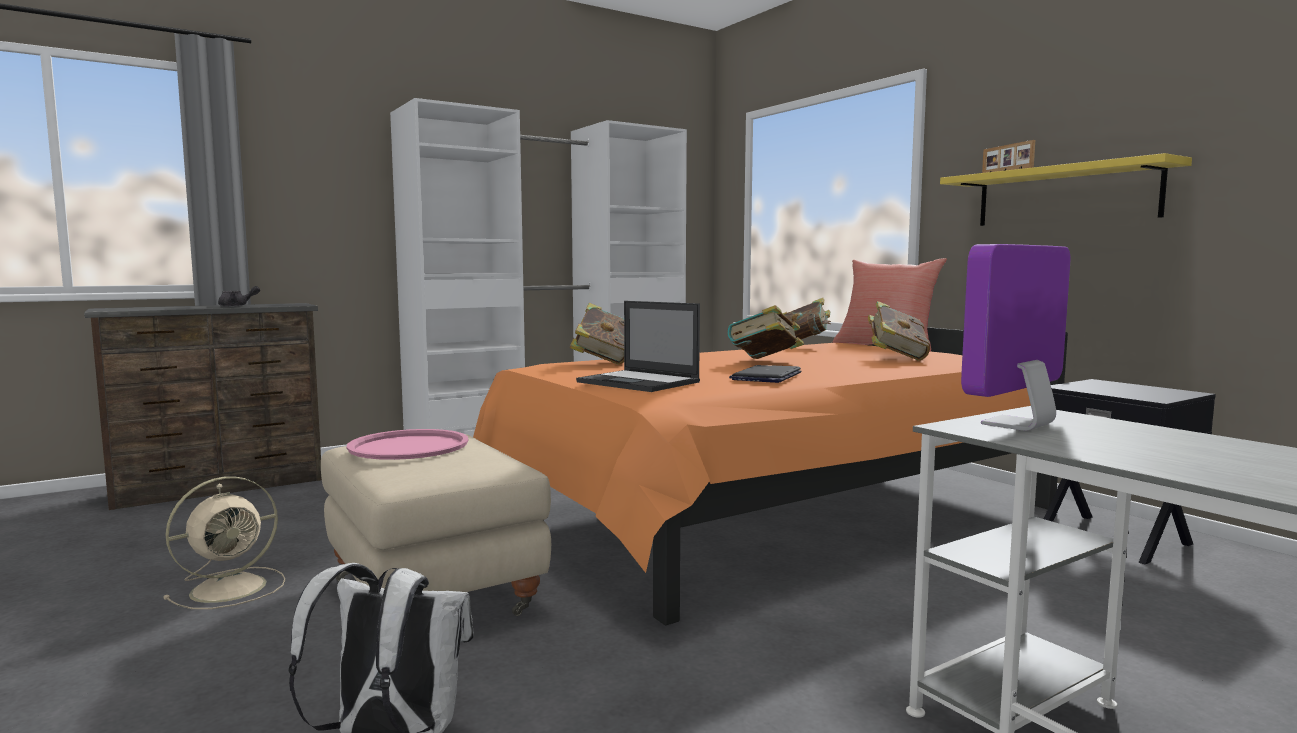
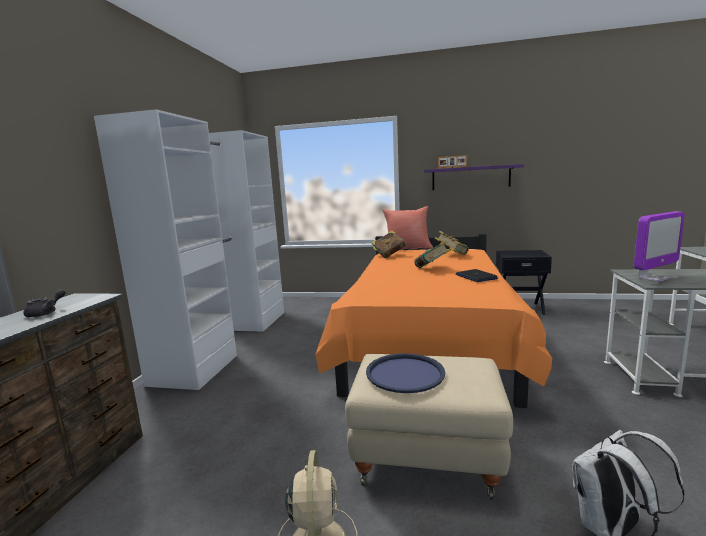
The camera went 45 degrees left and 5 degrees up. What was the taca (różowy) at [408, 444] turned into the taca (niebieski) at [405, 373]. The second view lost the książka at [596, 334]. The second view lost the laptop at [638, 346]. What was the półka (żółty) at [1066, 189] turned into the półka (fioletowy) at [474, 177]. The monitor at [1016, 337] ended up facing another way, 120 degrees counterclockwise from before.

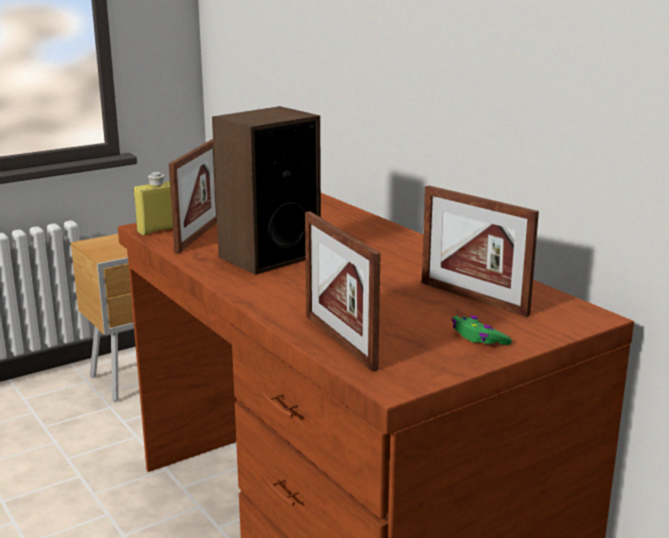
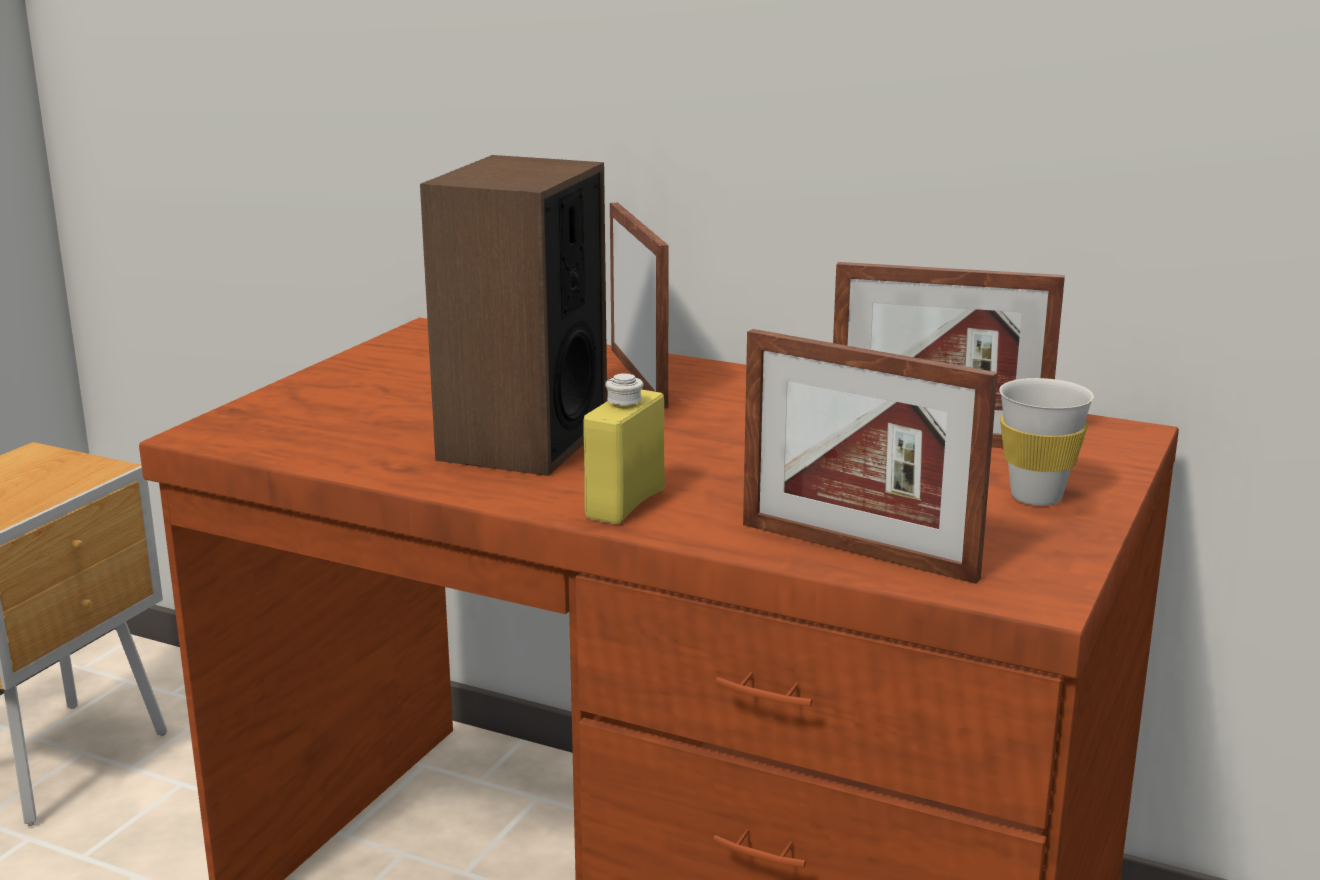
The camera went 30 degrees left and 0 degrees up. The butelka (żółty) ended up elsewhere, having gone from [153, 203] to [624, 448]. The ramka na zdjęcie ended up elsewhere, having gone from [193, 196] to [639, 305]. Where the pad do gier (zielony) stood at [482, 330], the filiżanka (biały) came to stand at [1046, 442].

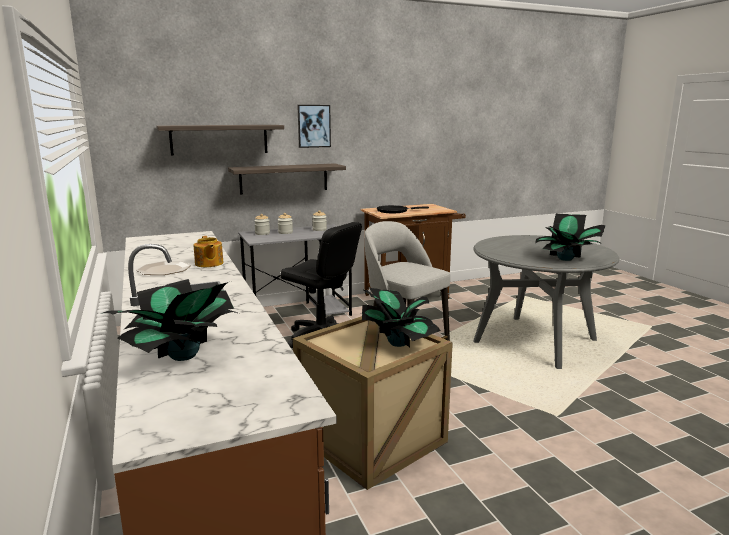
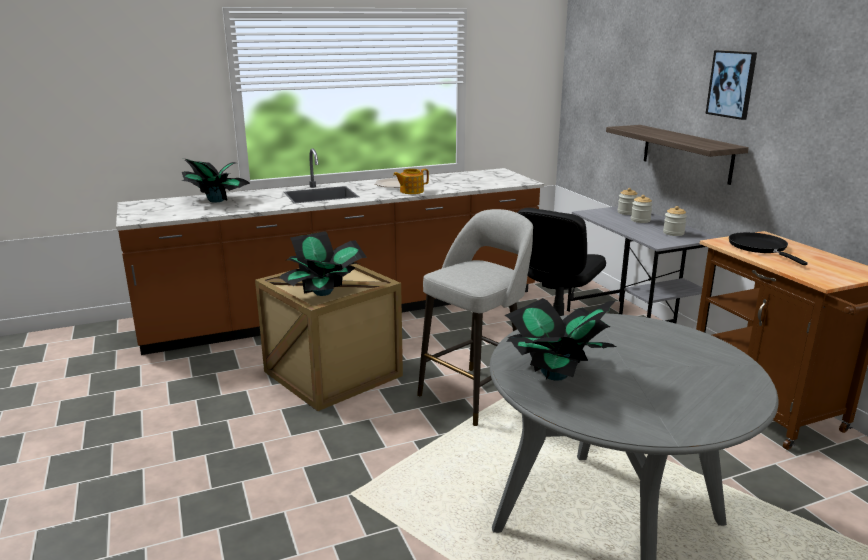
The camera went 90 degrees right and 5 degrees up. The second view lost the półka at [220, 140].

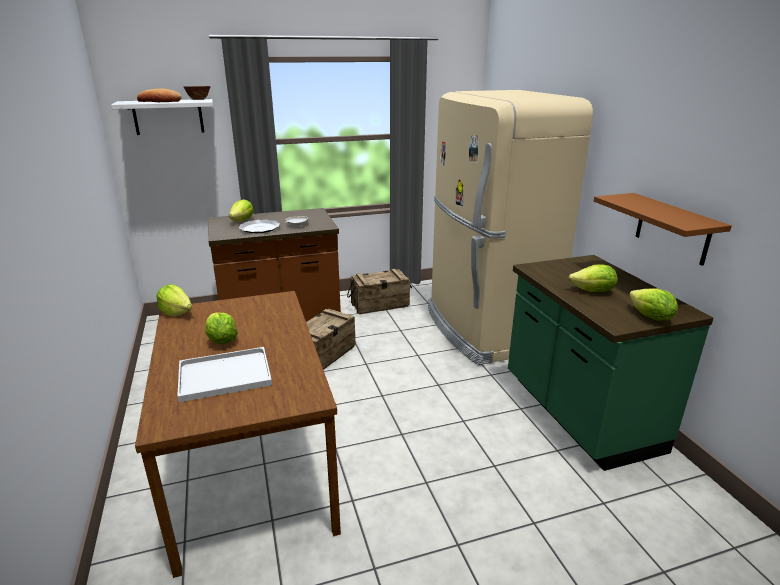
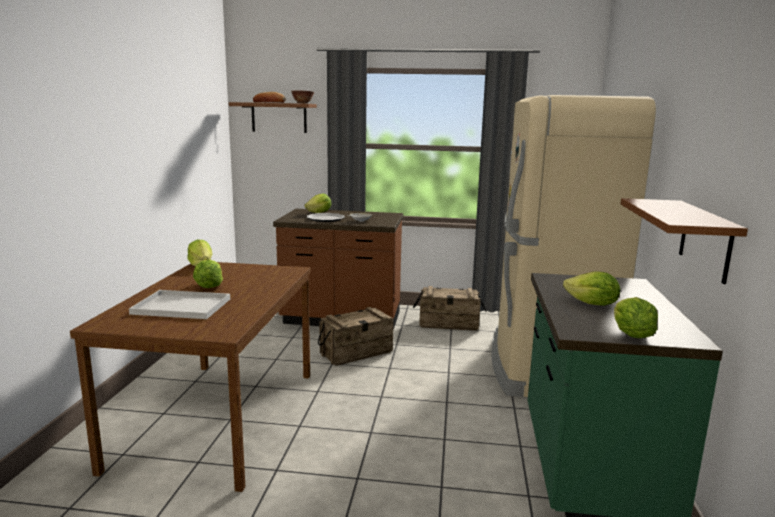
The camera went 25 degrees right and 10 degrees down. What was the półka (biały) at [162, 117] turned into the półka (brązowy) at [273, 117].

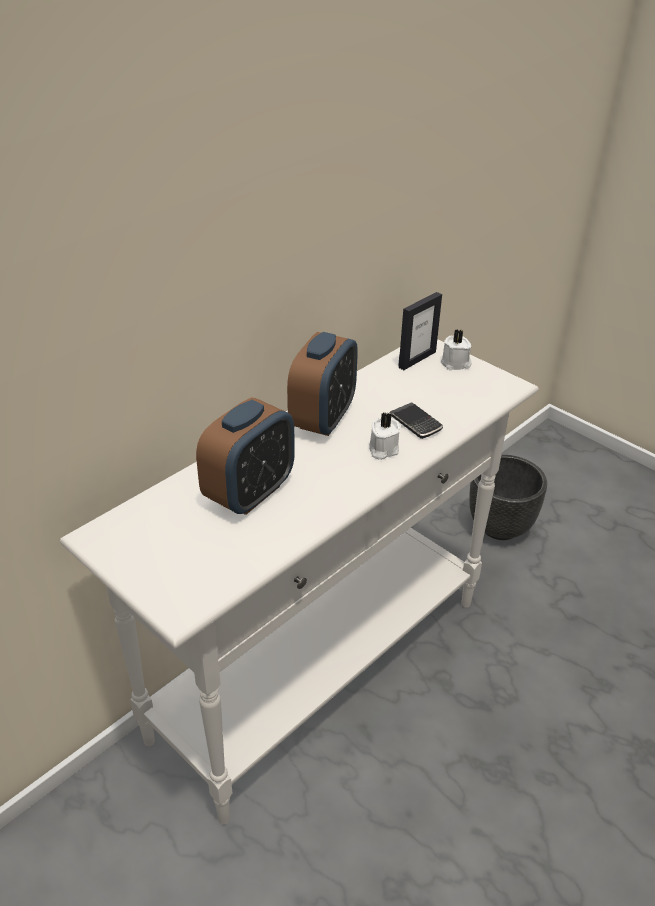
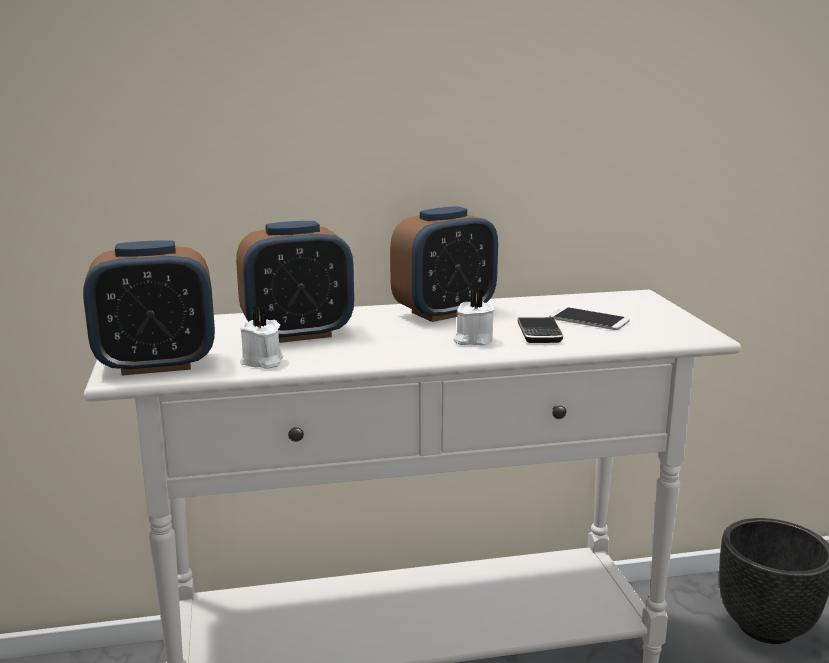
The camera went 35 degrees right and 20 degrees down. The second view lost the ramka na zdjęcie at [420, 331]. The świeca (biały) ended up elsewhere, having gone from [456, 350] to [261, 337]. The second view gained the budzik at [149, 308]. The second view gained the telefon at [589, 318].

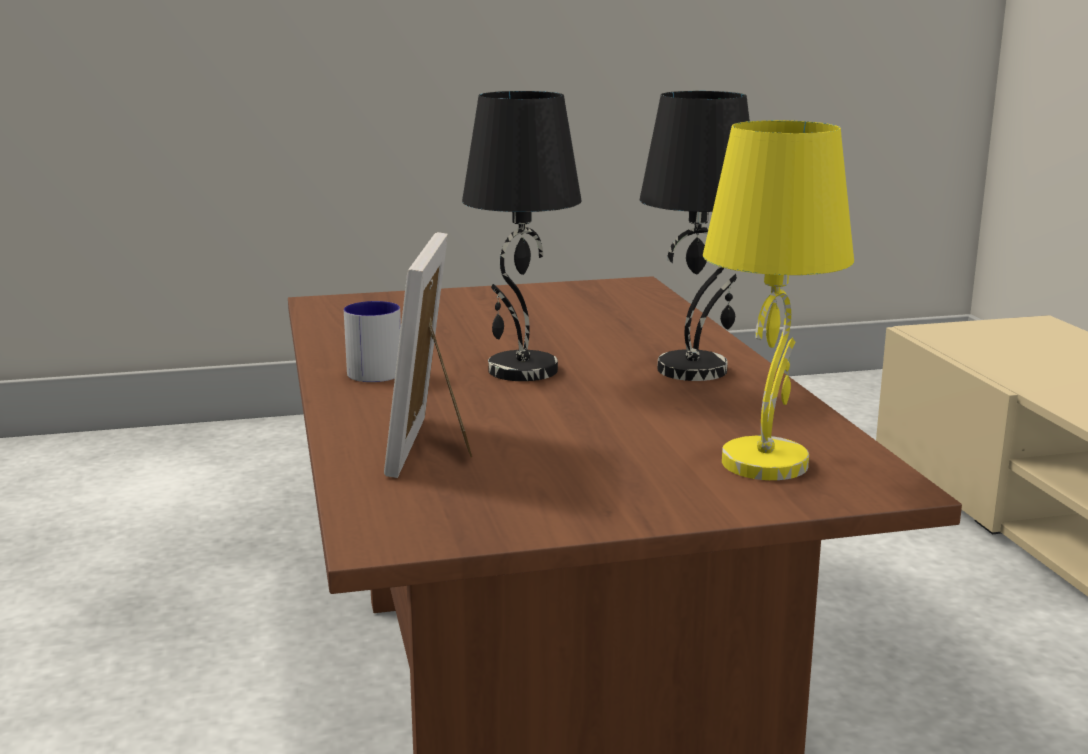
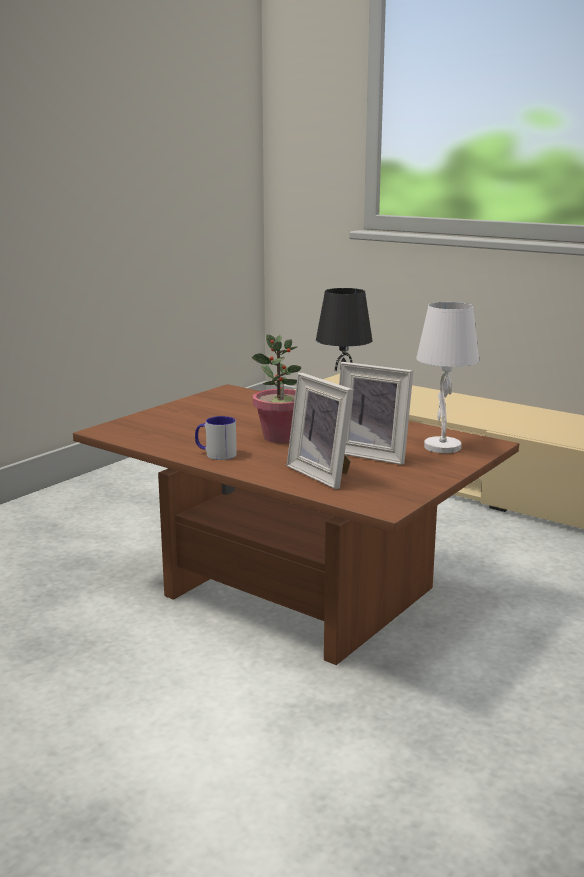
The camera went 40 degrees left and 0 degrees up. Where the lampa stołowa (czarny) stood at [521, 236], the roślina doniczkowa came to stand at [276, 388]. What was the lampa stołowa (żółty) at [778, 300] turned into the lampa stołowa (biały) at [447, 377]. The second view gained the ramka na zdjęcie at [376, 413].

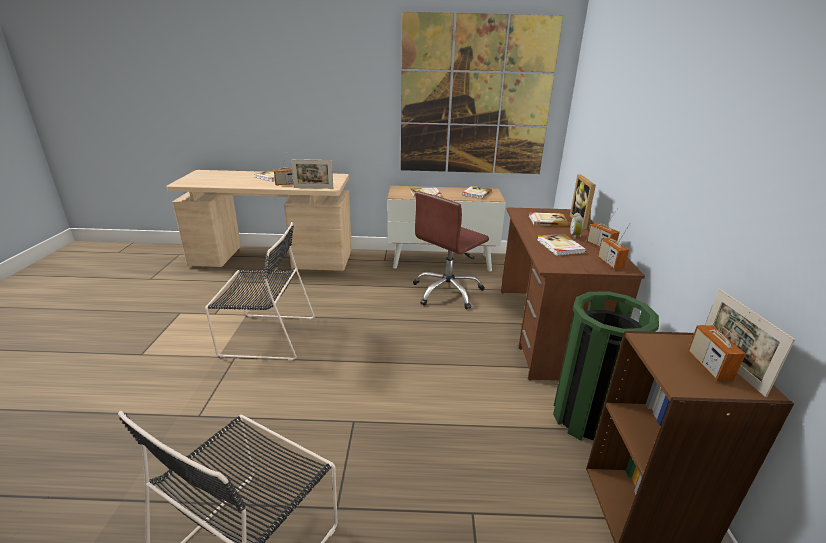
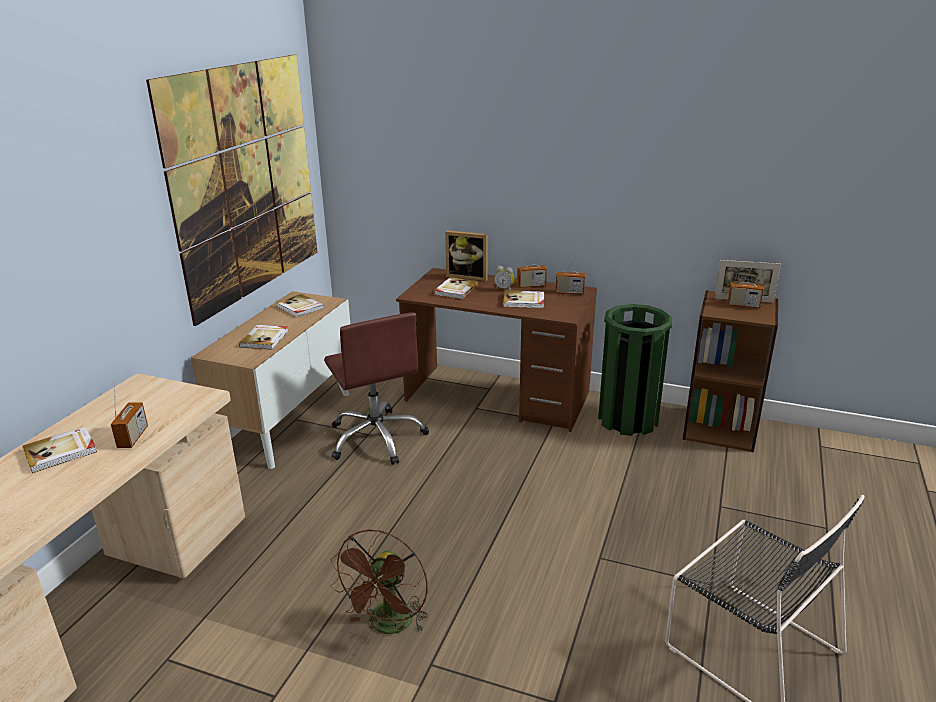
The camera went 70 degrees left and 0 degrees up. Where the krzesło (czarny) stood at [260, 291], the wentylator (brązowy) came to stand at [379, 582]. The second view lost the ramka na zdjęcie at [312, 174].

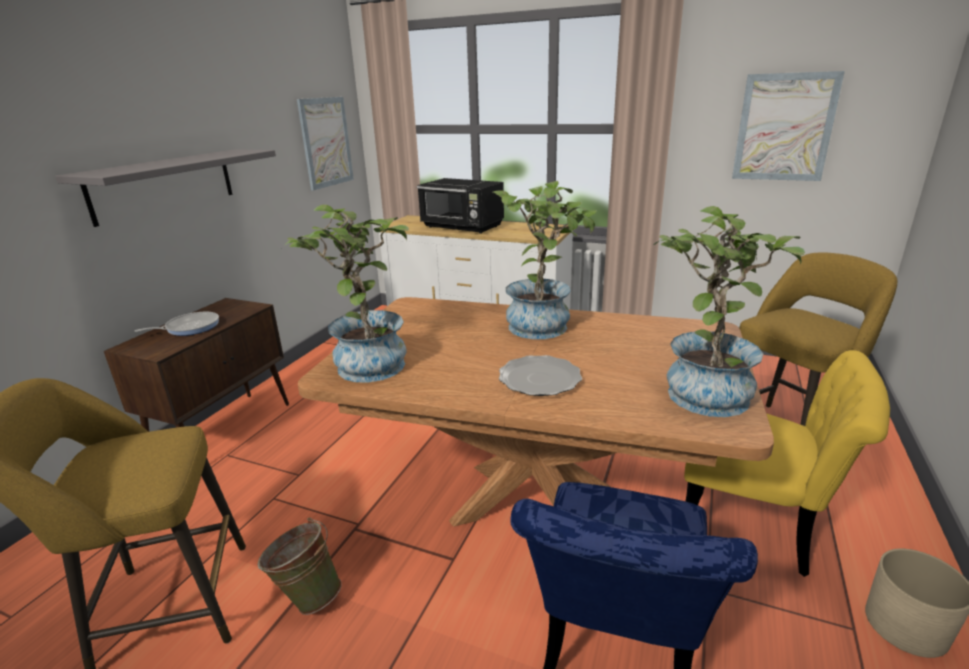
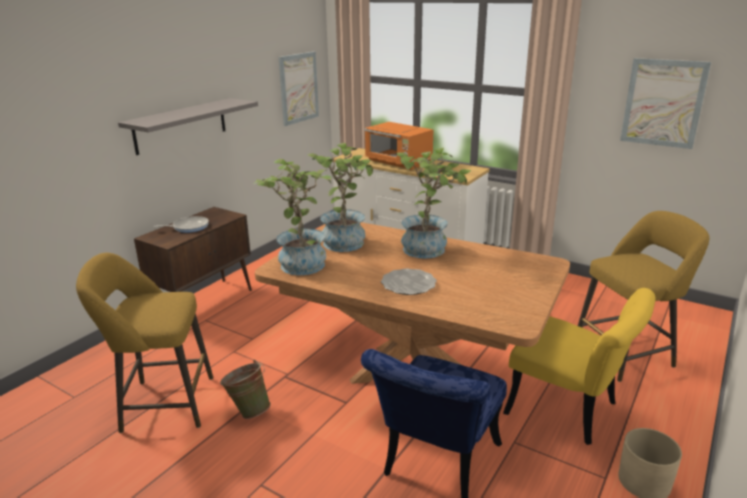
The camera went 10 degrees right and 0 degrees up. What was the mikrofalówka (czarny) at [460, 206] turned into the mikrofalówka (pomarańczowy) at [398, 146]. The roślina doniczkowa ended up elsewhere, having gone from [729, 311] to [341, 197].

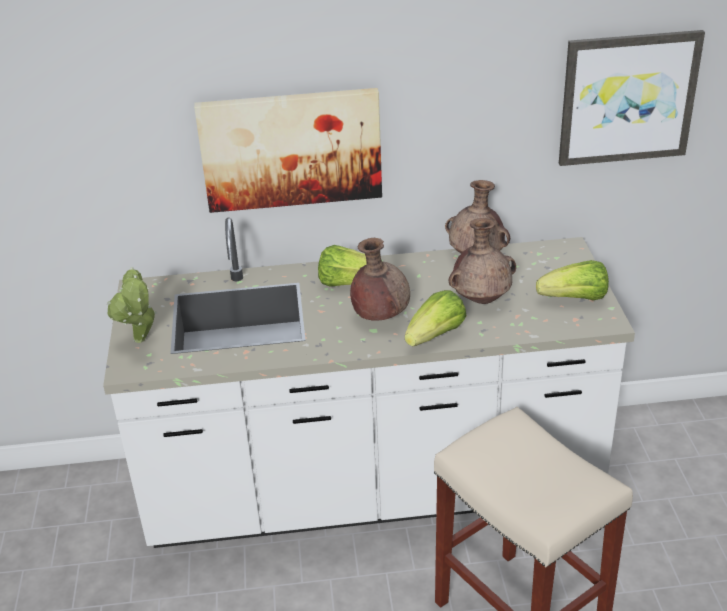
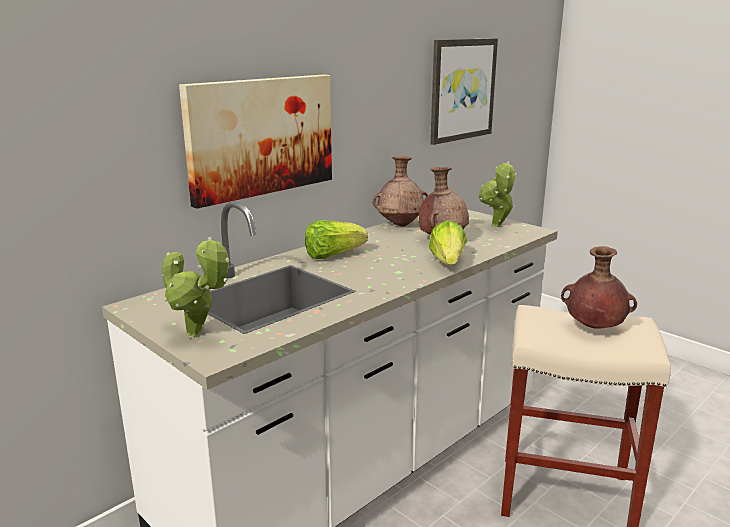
The camera went 40 degrees left and 15 degrees down. The wazon (brązowy) ended up elsewhere, having gone from [380, 279] to [599, 287]. Where the sałata stood at [572, 280], the roślina doniczkowa came to stand at [497, 194].

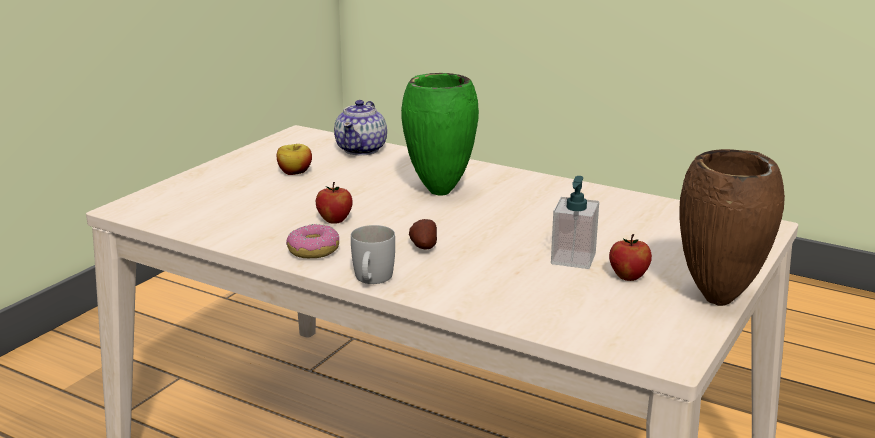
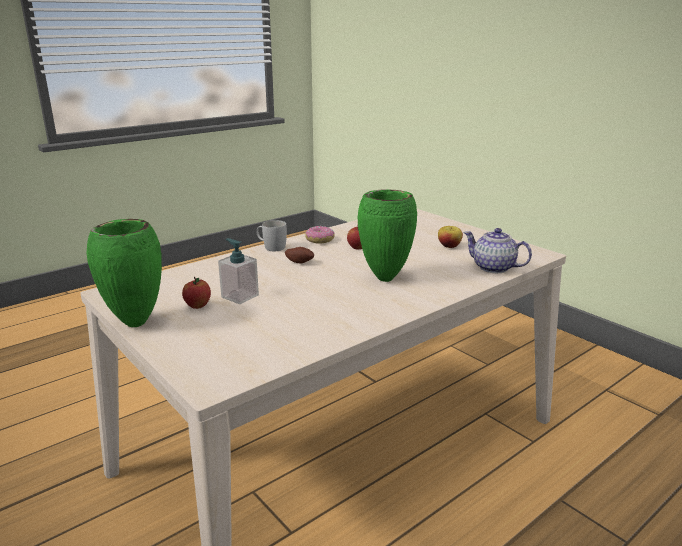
The camera went 110 degrees right and 0 degrees up. What was the wazon (brązowy) at [732, 227] turned into the wazon (zielony) at [124, 273].

